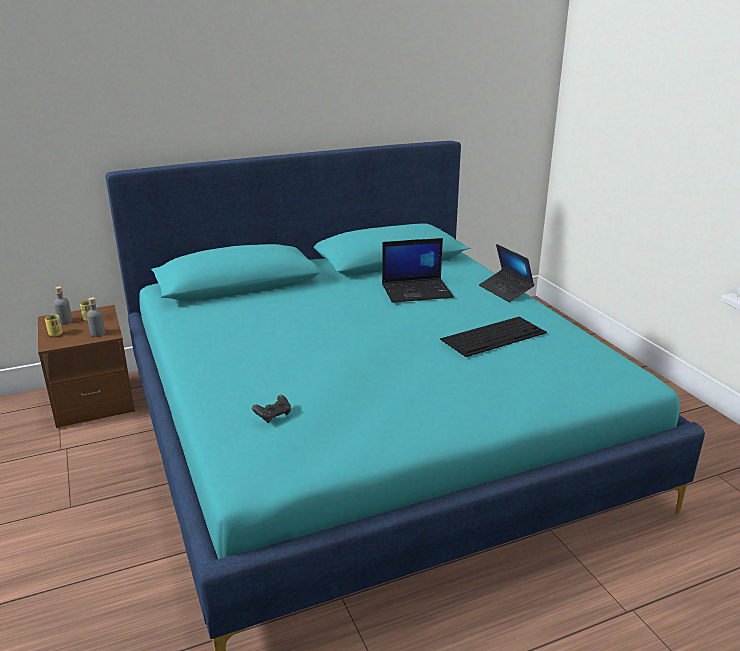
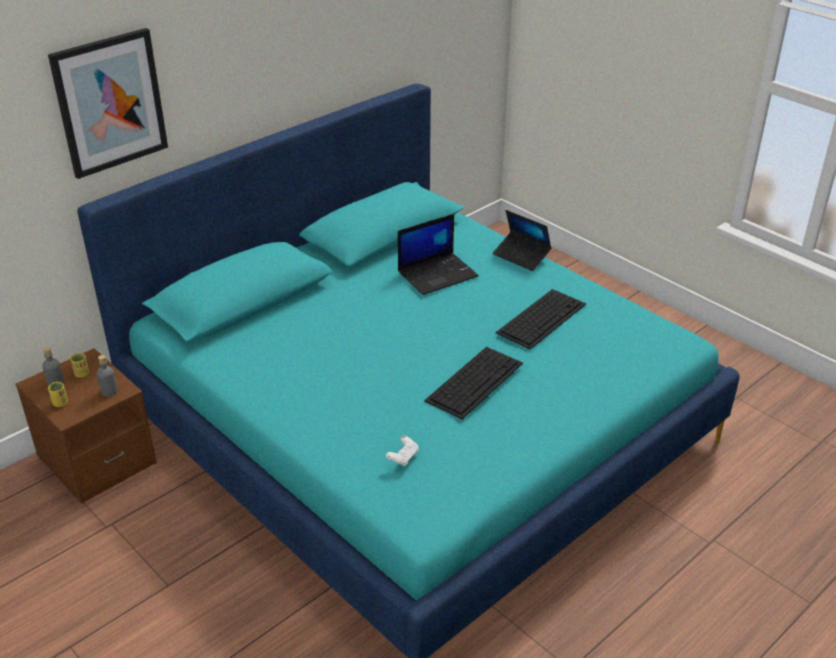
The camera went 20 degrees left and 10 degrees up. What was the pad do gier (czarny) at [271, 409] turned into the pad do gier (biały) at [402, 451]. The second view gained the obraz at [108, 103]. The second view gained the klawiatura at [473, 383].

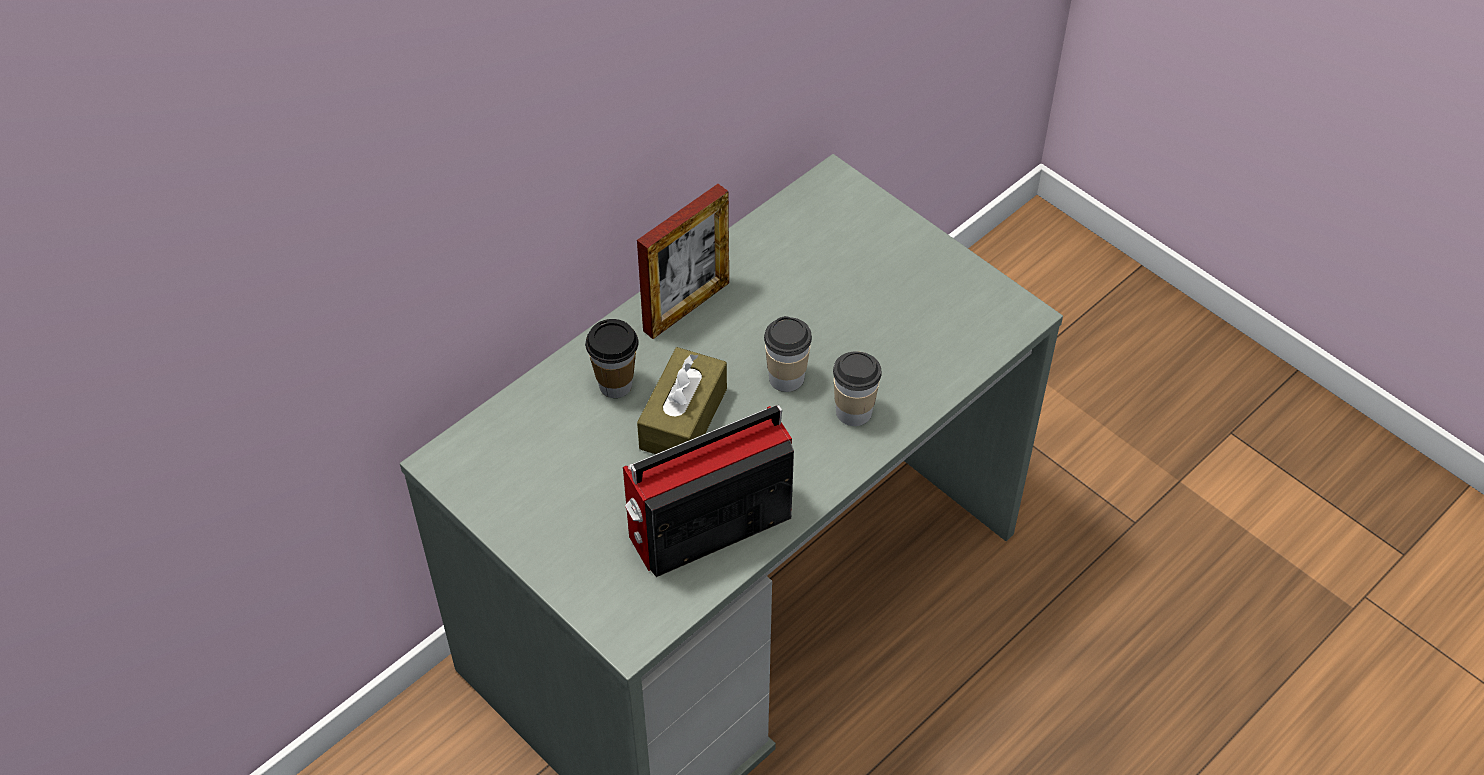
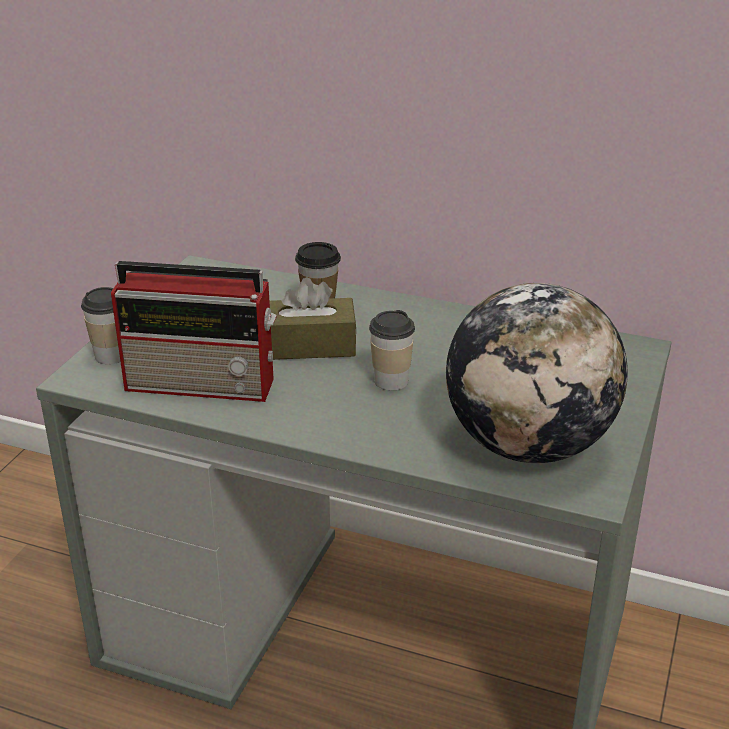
The camera went 65 degrees right and 20 degrees down. The radio at [708, 491] ended up facing another way, 150 degrees clockwise from before. The second view lost the ramka na zdjęcie at [683, 261]. The filiżanka ended up elsewhere, having gone from [857, 388] to [100, 325]. The second view gained the globus at [537, 373].

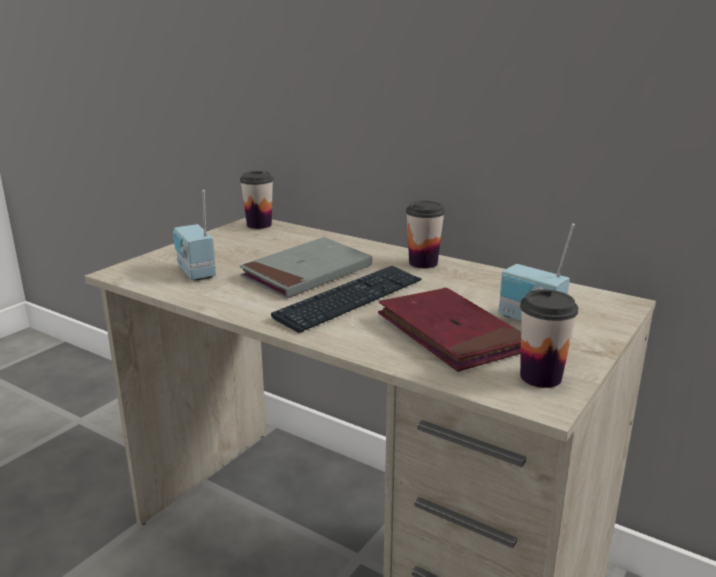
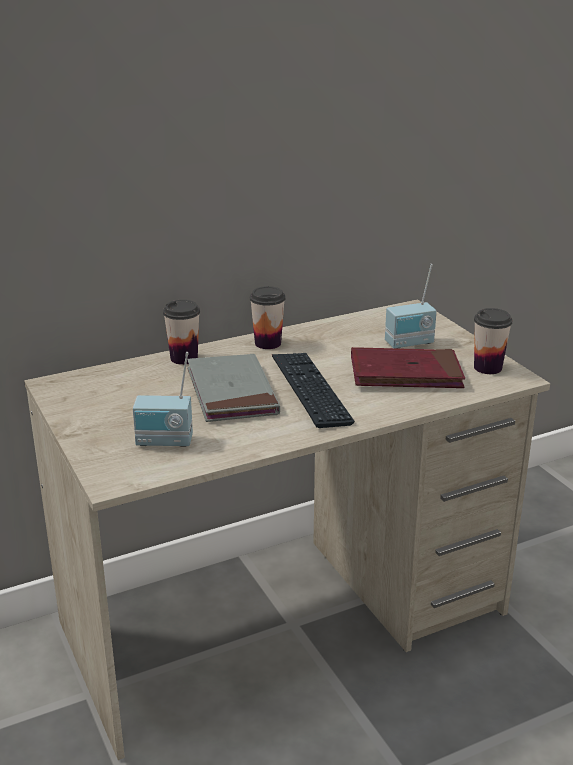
The camera went 60 degrees left and 5 degrees up. The filiżanka ended up elsewhere, having gone from [256, 200] to [181, 332].

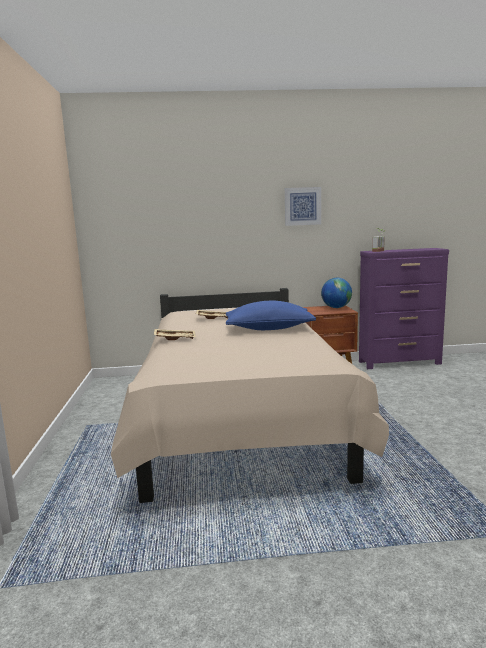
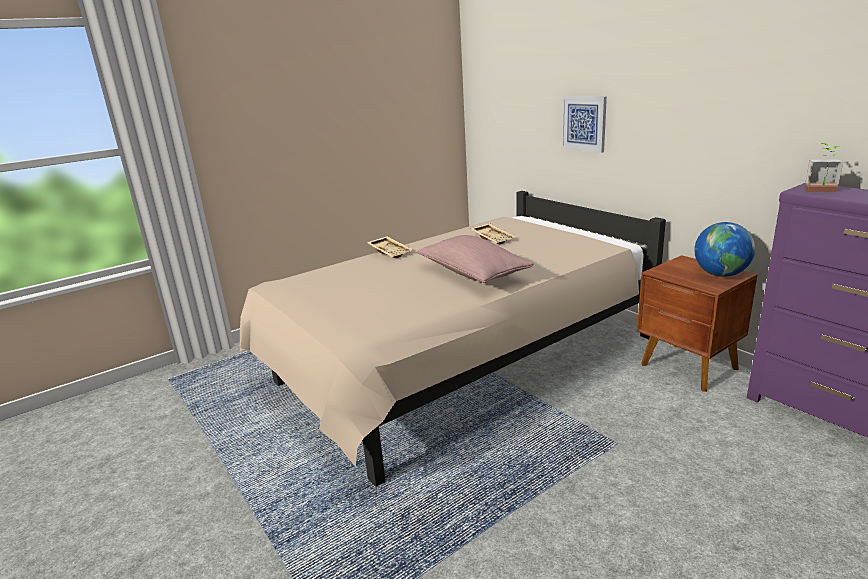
The camera went 60 degrees right and 10 degrees up. What was the poduszka (niebieski) at [270, 315] turned into the poduszka (różowy) at [475, 259]. The obraz ended up elsewhere, having gone from [303, 206] to [584, 124].

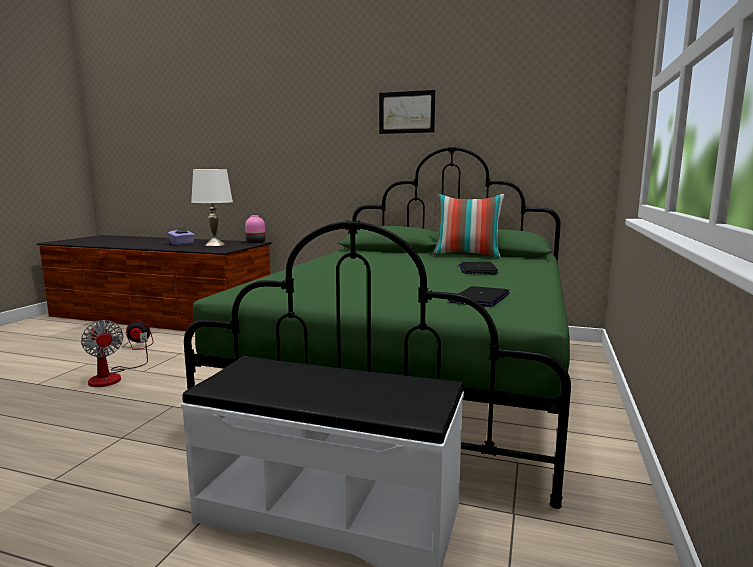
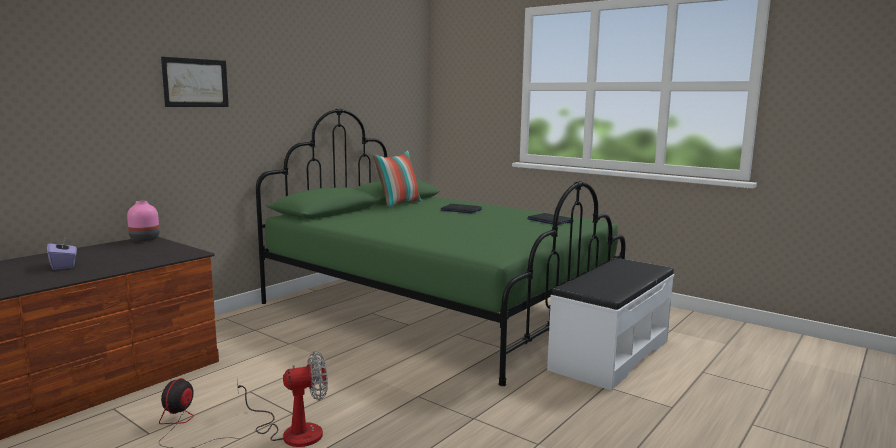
The camera went 70 degrees left and 0 degrees up. The second view lost the lampa stołowa (biały) at [212, 207]. The obraz ended up elsewhere, having gone from [407, 112] to [195, 82].

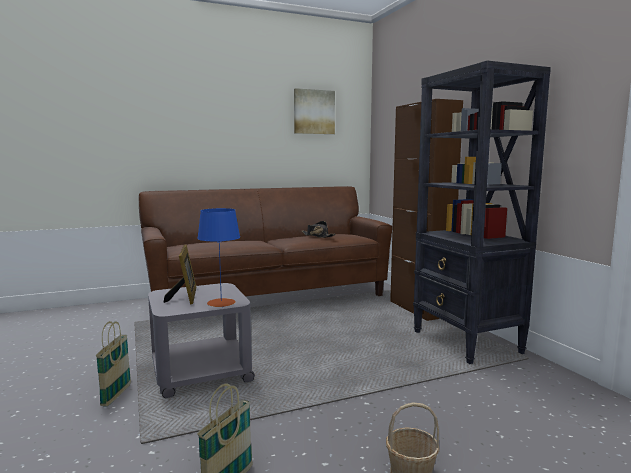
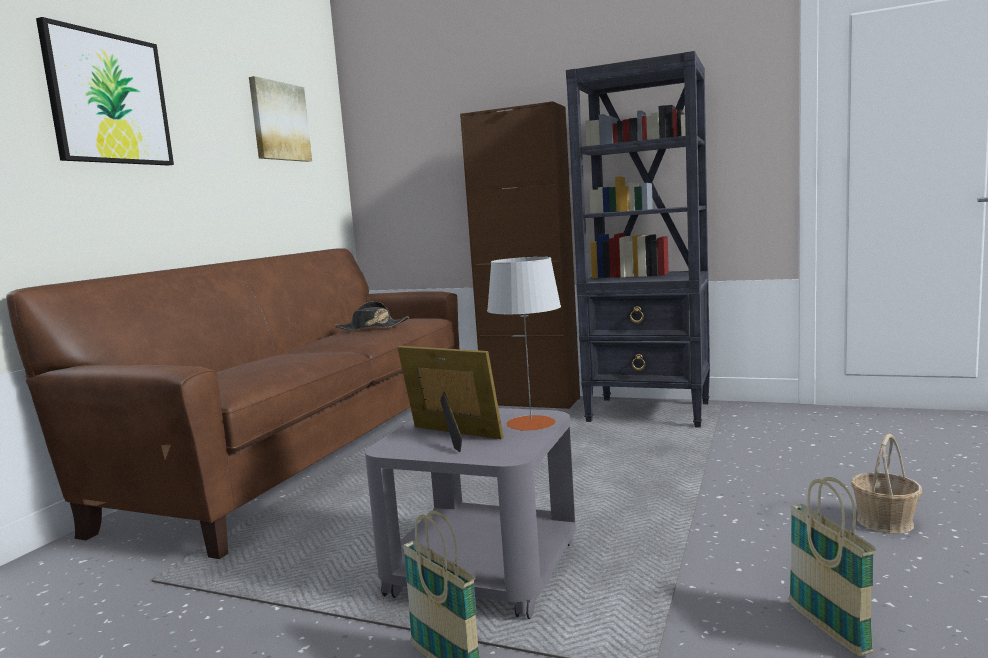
The camera went 45 degrees left and 0 degrees up. What was the lampa stołowa (niebieski) at [218, 257] turned into the lampa stołowa (szary) at [524, 344]. The second view gained the obraz at [105, 91].

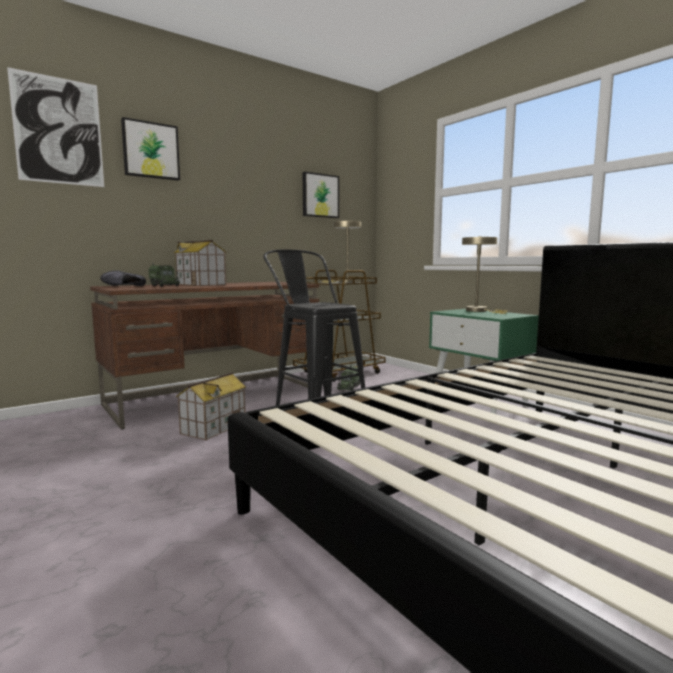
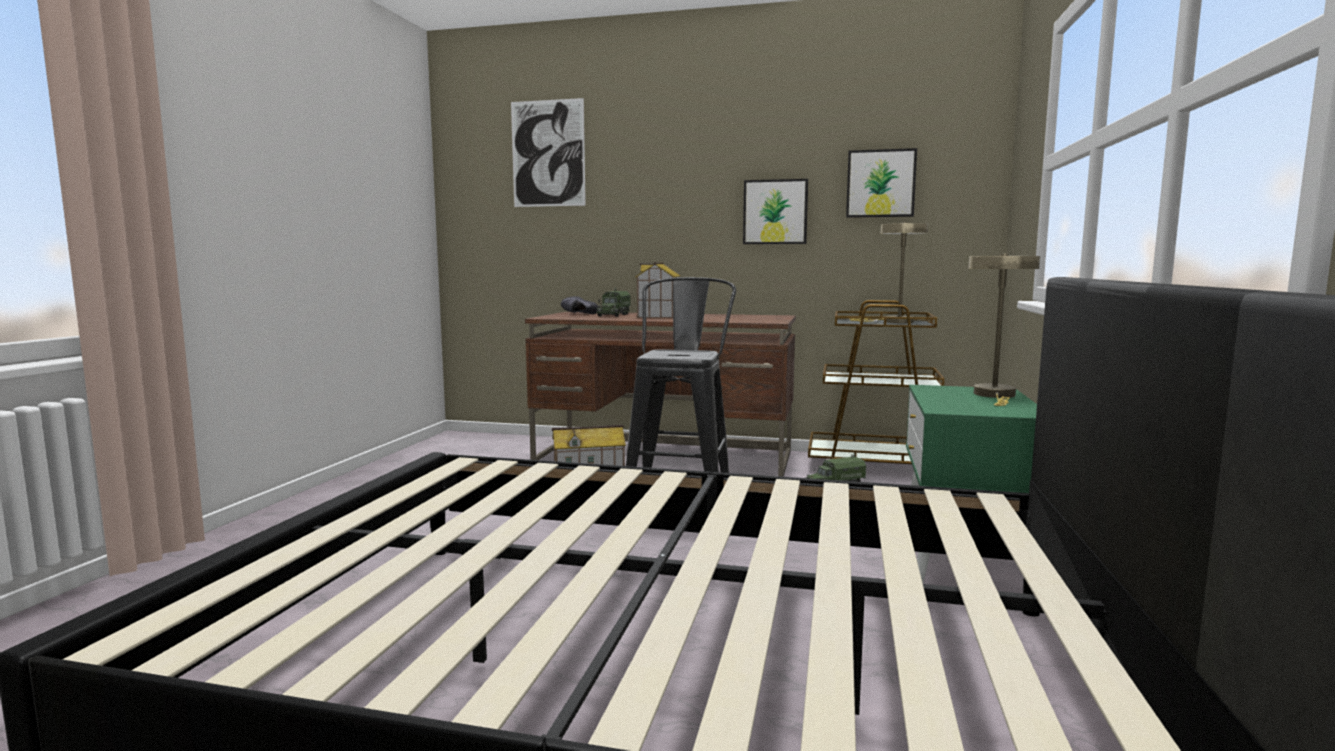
The camera went 50 degrees right and 0 degrees up. The obraz ended up elsewhere, having gone from [150, 149] to [775, 211].

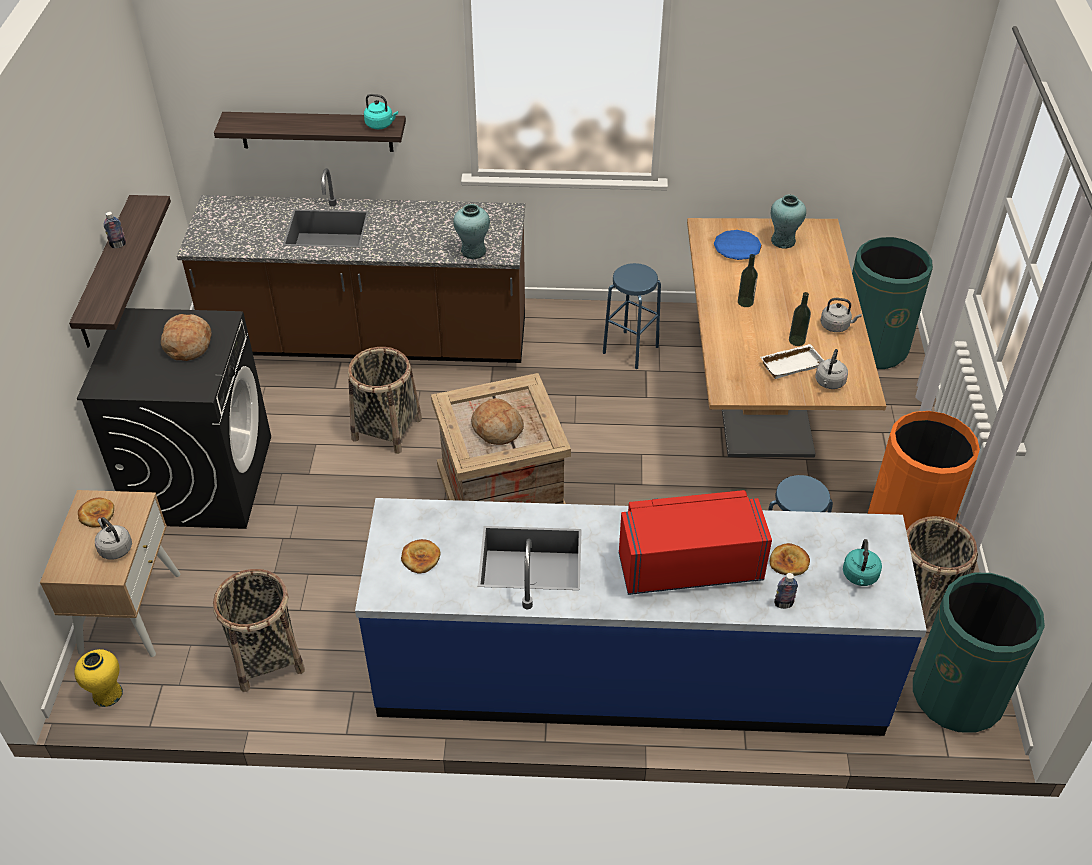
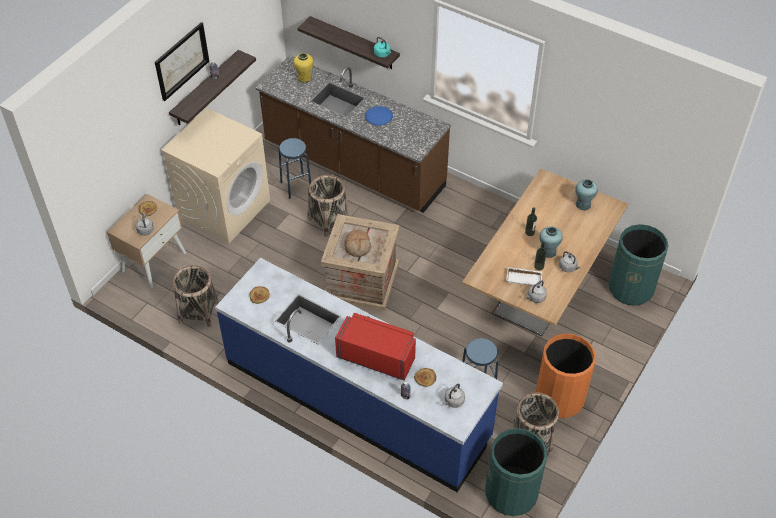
The camera went 30 degrees right and 5 degrees up. The wazon (żółty) ended up elsewhere, having gone from [98, 678] to [303, 68]. What was the pralka (czarny) at [174, 418] turned into the pralka (beżowy) at [215, 176]. The second view lost the chleb at [186, 337]. The wazon (turkusowy) ended up elsewhere, having gone from [471, 231] to [551, 242]. The stołek (niebieski) ended up elsewhere, having gone from [632, 316] to [295, 168]. The talerz (niebieski) ended up elsewhere, having gone from [738, 245] to [379, 116]. What was the czajnik (turkusowy) at [862, 562] turned into the czajnik (szary) at [454, 395]. The second view gained the obraz at [182, 61].

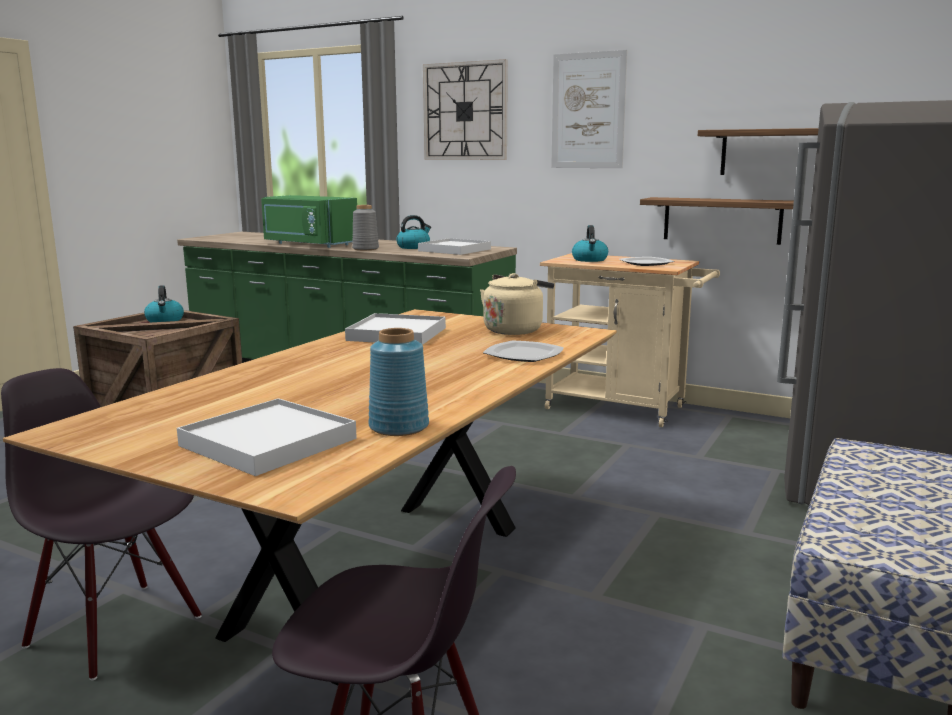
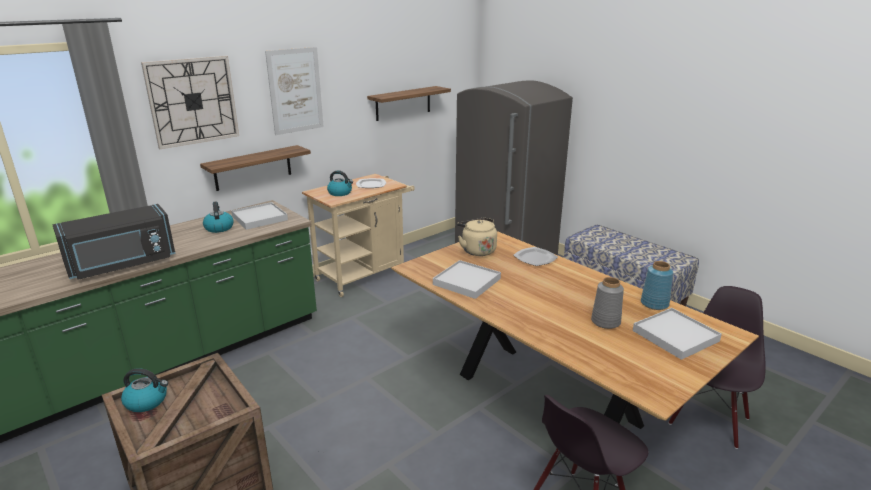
The camera went 70 degrees left and 10 degrees up. What was the mikrofalówka (zielony) at [309, 221] turned into the mikrofalówka (czarny) at [114, 242]. The wazon (szary) ended up elsewhere, having gone from [365, 227] to [607, 303]. The półka ended up elsewhere, having gone from [717, 221] to [255, 168].

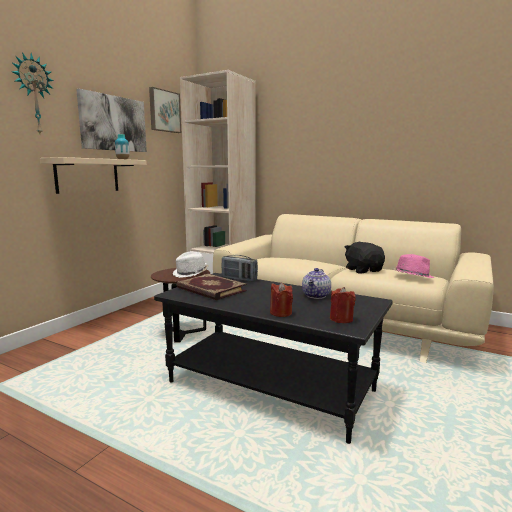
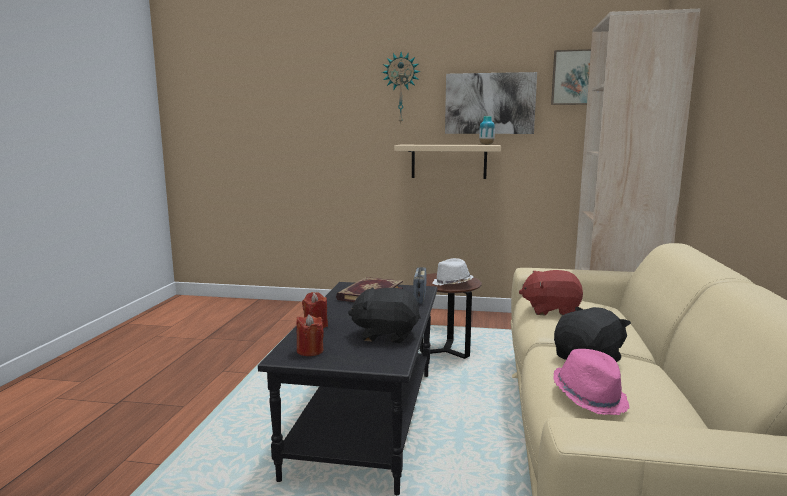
The camera went 70 degrees right and 0 degrees up. Where the imbryk stood at [316, 283], the pluszak (czarny) came to stand at [384, 315]. The second view gained the pluszak (czerwony) at [551, 293].

